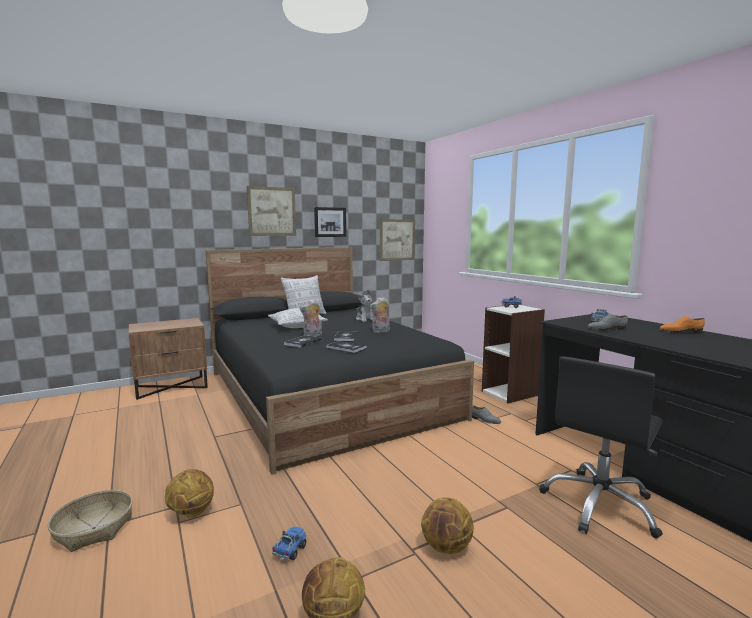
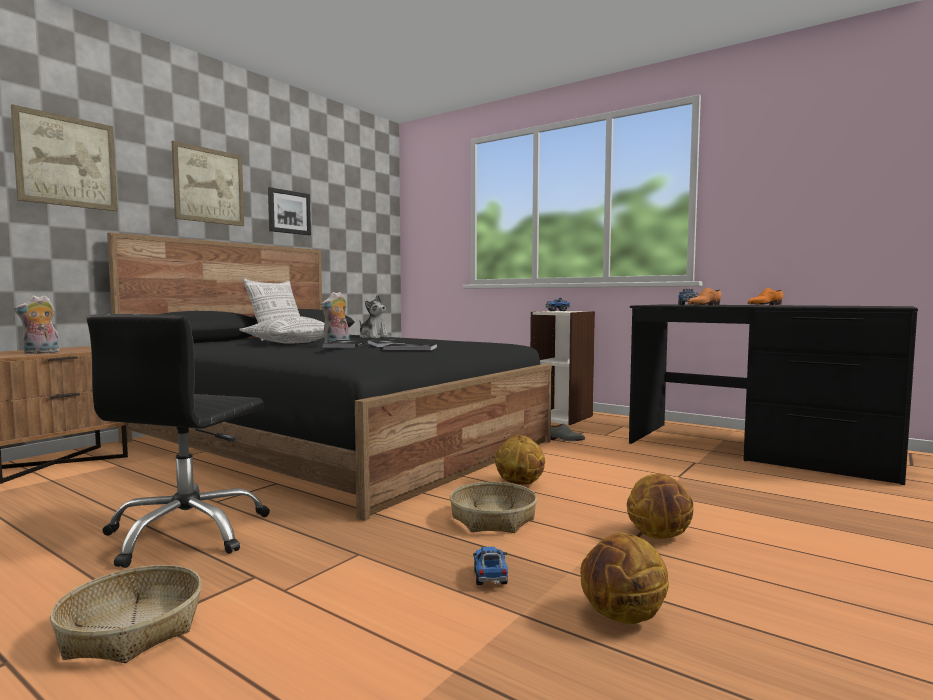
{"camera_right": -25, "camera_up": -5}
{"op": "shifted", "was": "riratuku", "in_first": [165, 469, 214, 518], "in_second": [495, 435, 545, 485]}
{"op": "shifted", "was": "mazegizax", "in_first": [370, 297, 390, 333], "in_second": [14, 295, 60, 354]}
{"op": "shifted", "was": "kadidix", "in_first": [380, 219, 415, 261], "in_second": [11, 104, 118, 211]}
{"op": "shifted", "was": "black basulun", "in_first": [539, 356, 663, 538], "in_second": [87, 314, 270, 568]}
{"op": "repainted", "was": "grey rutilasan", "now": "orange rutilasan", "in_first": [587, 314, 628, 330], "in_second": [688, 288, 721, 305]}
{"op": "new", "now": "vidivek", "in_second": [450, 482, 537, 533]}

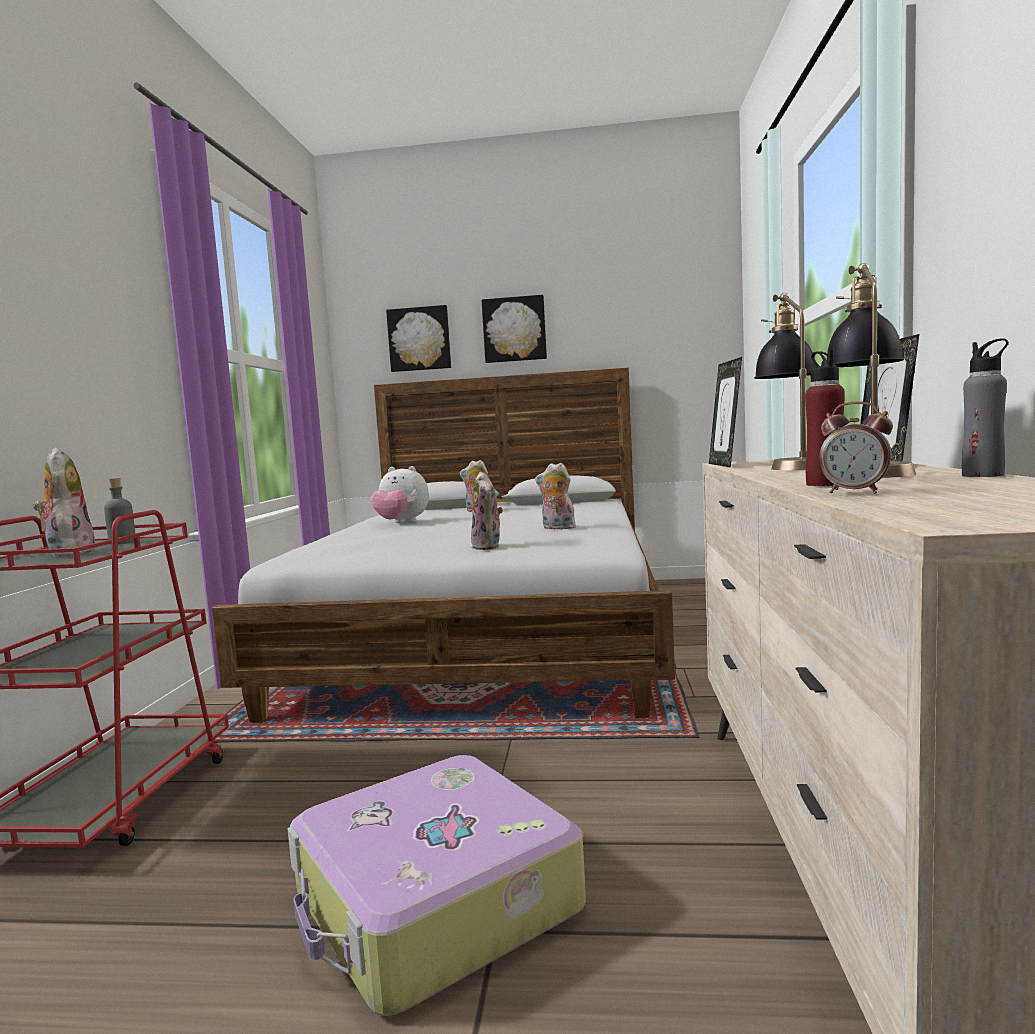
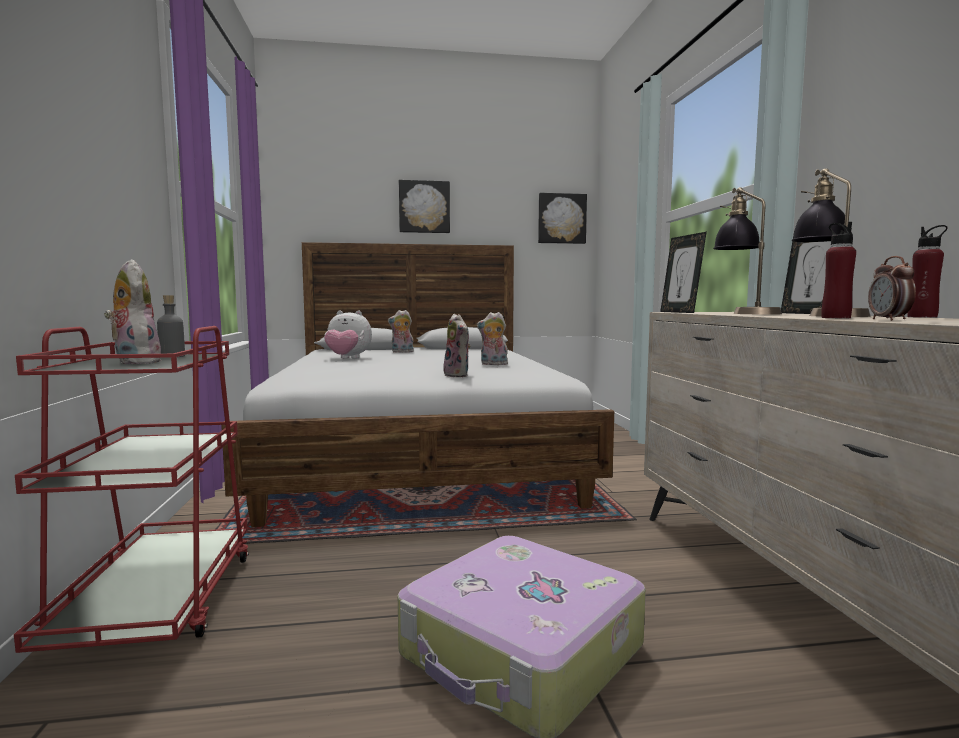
{"camera_right": -15, "camera_up": 0}
{"op": "shifted", "was": "kadidix", "in_first": [386, 305, 451, 372], "in_second": [538, 193, 587, 244]}
{"op": "rotated", "was": "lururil", "in_first": [819, 401, 893, 494], "in_second": [868, 256, 916, 321], "clockwise": 75}
{"op": "repainted", "was": "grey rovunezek", "now": "red rovunezek", "in_first": [962, 338, 1009, 477], "in_second": [907, 225, 948, 318]}

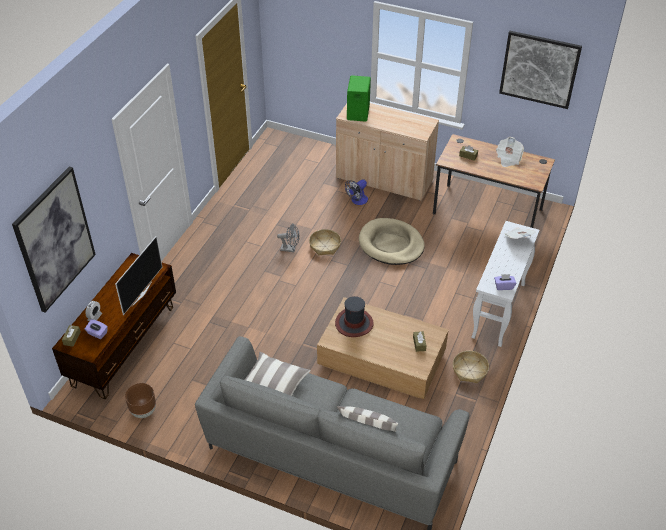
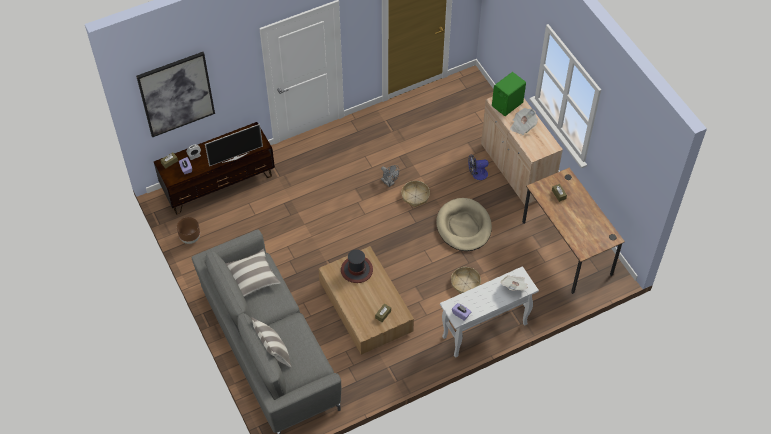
{"camera_right": 40, "camera_up": 10}
{"op": "shifted", "was": "vidivek", "in_first": [453, 351, 489, 383], "in_second": [451, 267, 481, 294]}
{"op": "shifted", "was": "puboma", "in_first": [496, 137, 524, 167], "in_second": [510, 108, 538, 135]}
{"op": "gone", "was": "kadidix", "in_first": [499, 31, 582, 109]}

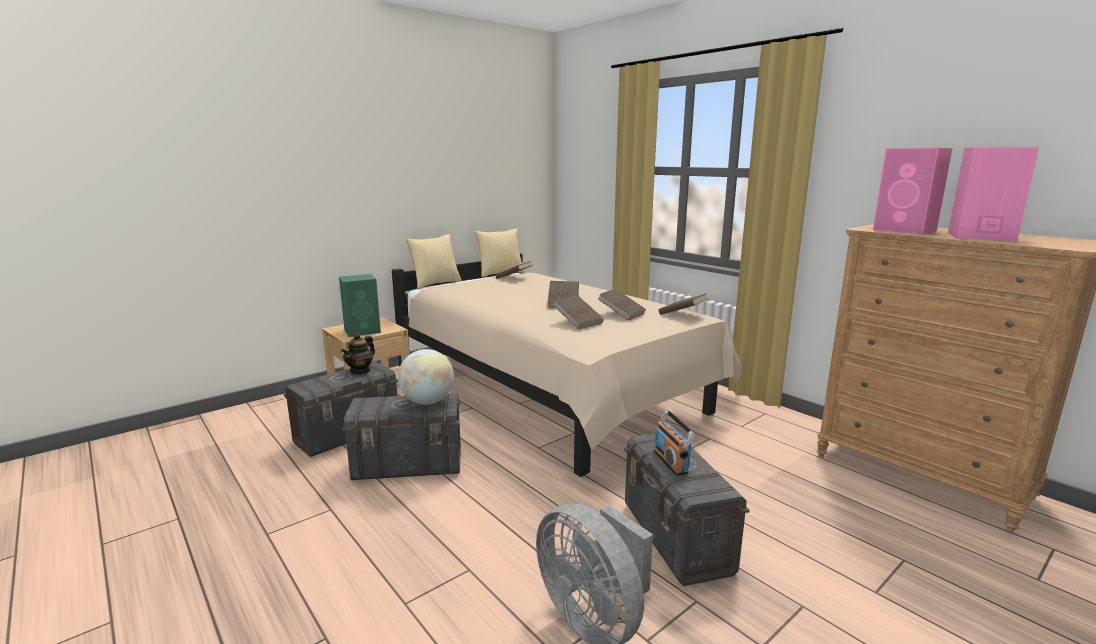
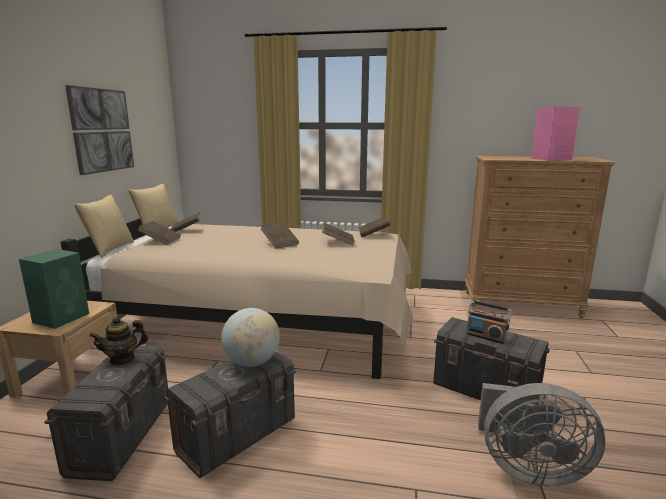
{"camera_right": -40, "camera_up": 0}
{"op": "rotated", "was": "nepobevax", "in_first": [341, 333, 375, 374], "in_second": [89, 316, 148, 366], "clockwise": 75}
{"op": "shifted", "was": "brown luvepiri", "in_first": [553, 295, 604, 329], "in_second": [137, 221, 181, 245]}
{"op": "gone", "was": "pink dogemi", "in_first": [873, 148, 953, 235]}
{"op": "new", "now": "kadidix", "in_second": [65, 85, 134, 175]}

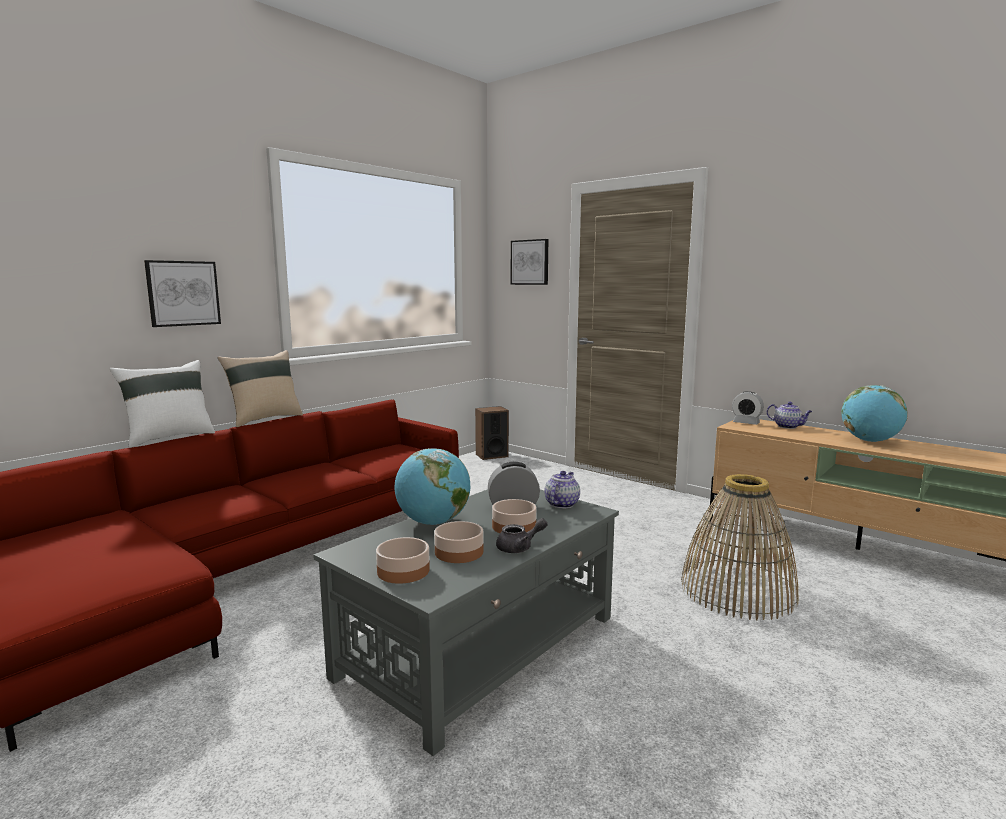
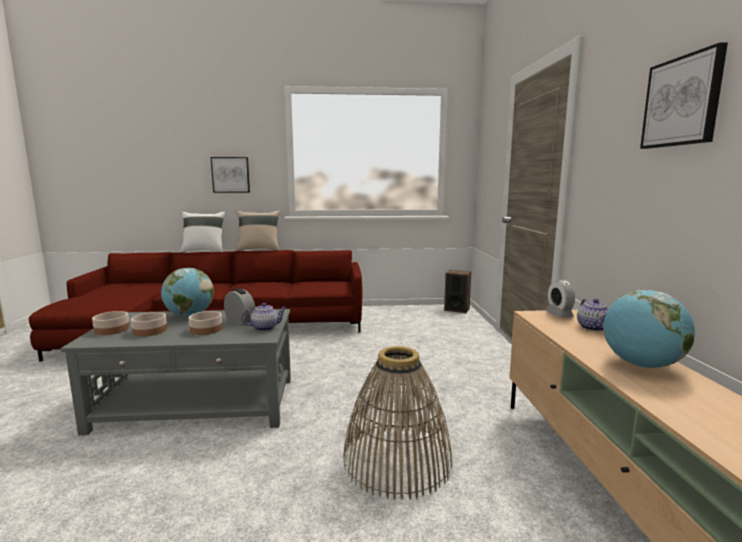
{"camera_right": 45, "camera_up": 0}
{"op": "gone", "was": "grey nepobevax", "in_first": [496, 518, 548, 553]}
{"op": "shifted", "was": "kadidix", "in_first": [511, 239, 548, 285], "in_second": [640, 42, 728, 149]}

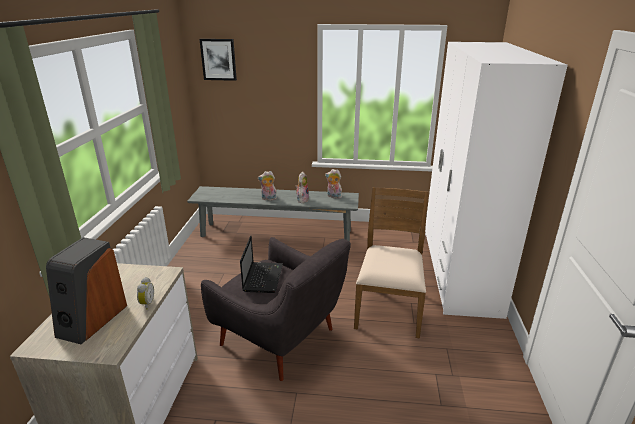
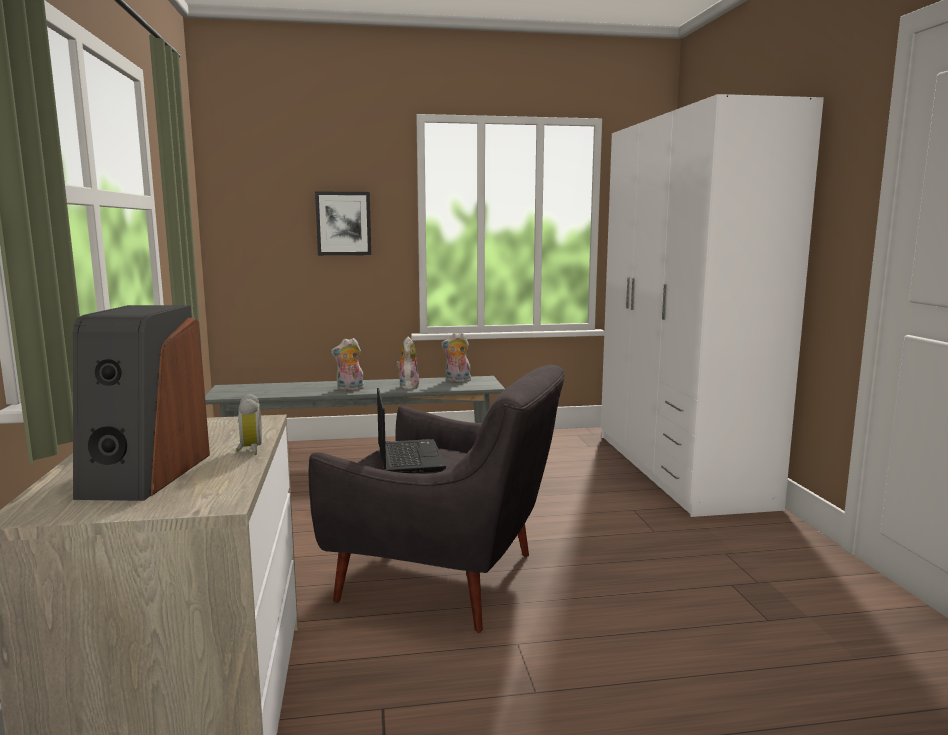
{"camera_right": -15, "camera_up": -15}
{"op": "shifted", "was": "kadidix", "in_first": [199, 39, 237, 81], "in_second": [315, 191, 371, 255]}
{"op": "gone", "was": "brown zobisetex", "in_first": [354, 187, 428, 338]}

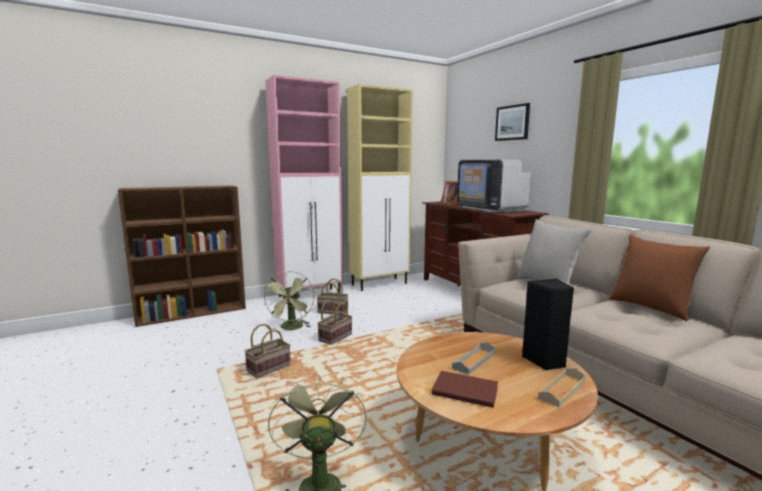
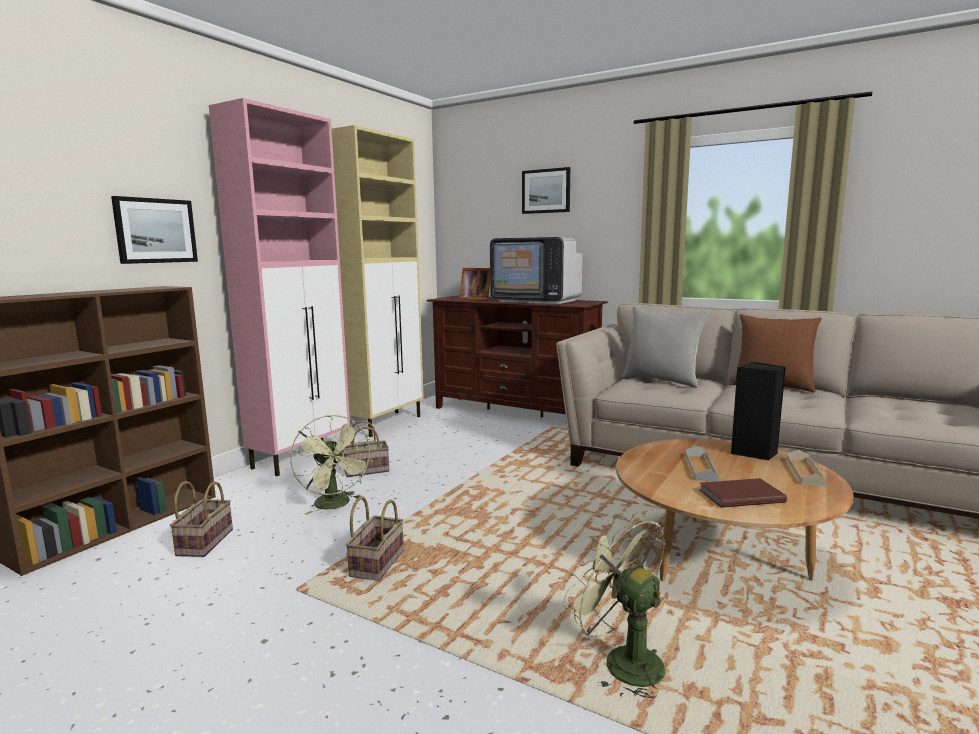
{"camera_right": -30, "camera_up": 0}
{"op": "shifted", "was": "vidivek", "in_first": [317, 300, 352, 345], "in_second": [170, 481, 233, 557]}
{"op": "new", "now": "kadidix", "in_second": [111, 196, 198, 264]}

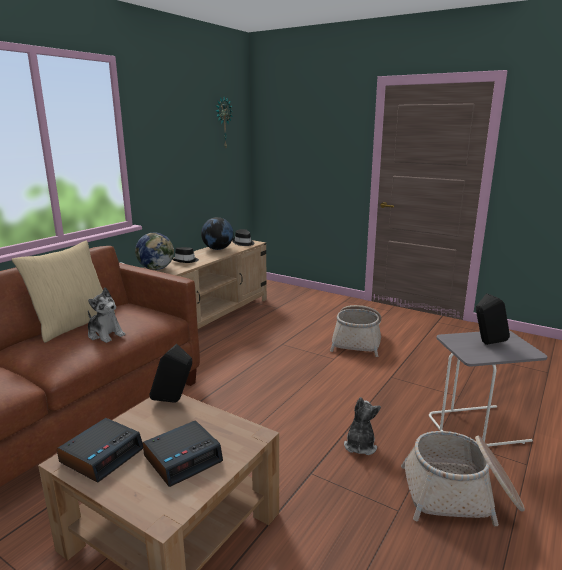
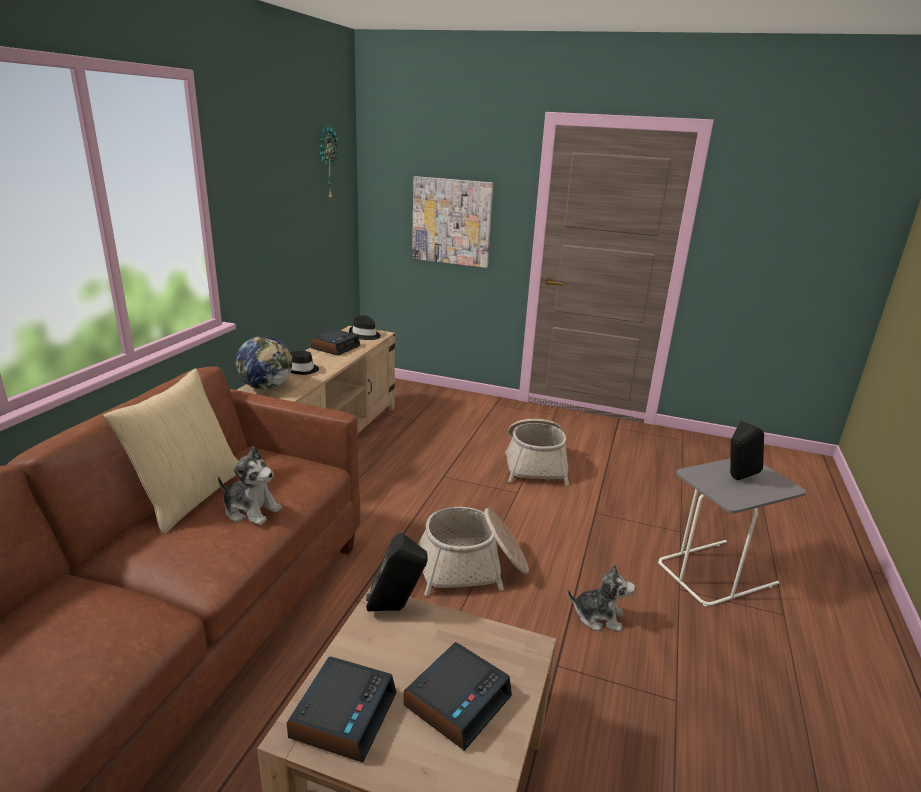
{"camera_right": -15, "camera_up": 5}
{"op": "swapped", "was": "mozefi", "now": "lururil", "in_first": [201, 217, 234, 250], "in_second": [310, 329, 360, 356]}
{"op": "rotated", "was": "mazegizax", "in_first": [344, 397, 381, 455], "in_second": [567, 564, 636, 632], "clockwise": 105}
{"op": "shifted", "was": "vidivek", "in_first": [401, 431, 525, 526], "in_second": [418, 507, 529, 596]}
{"op": "new", "now": "kadidix", "in_second": [412, 176, 493, 268]}

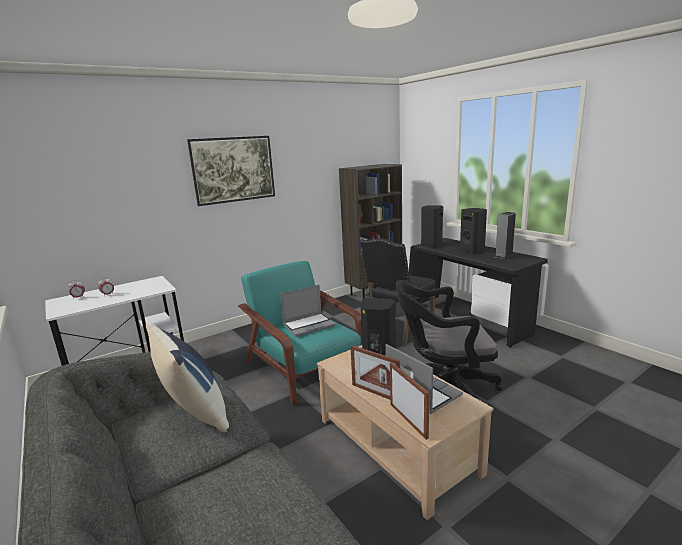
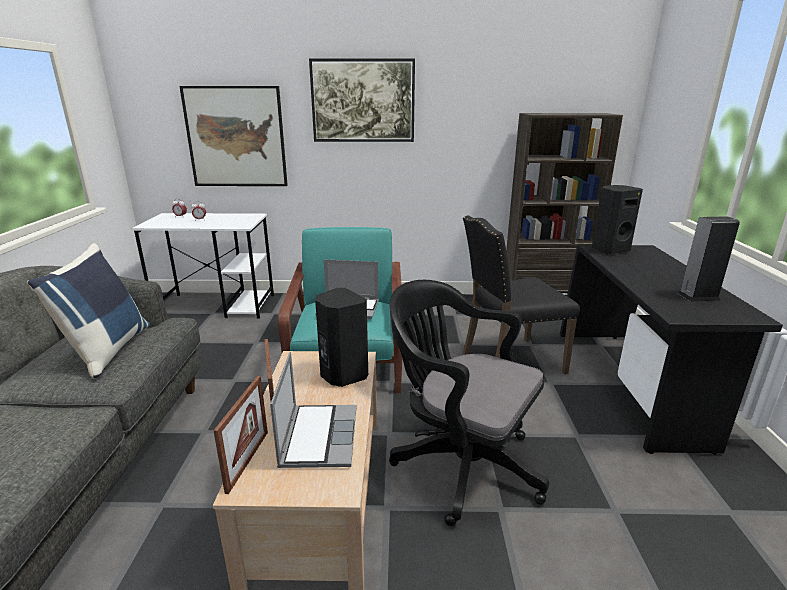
{"camera_right": 35, "camera_up": 5}
{"op": "gone", "was": "black dogemi", "in_first": [460, 208, 487, 253]}
{"op": "new", "now": "kadidix", "in_second": [179, 86, 288, 186]}

